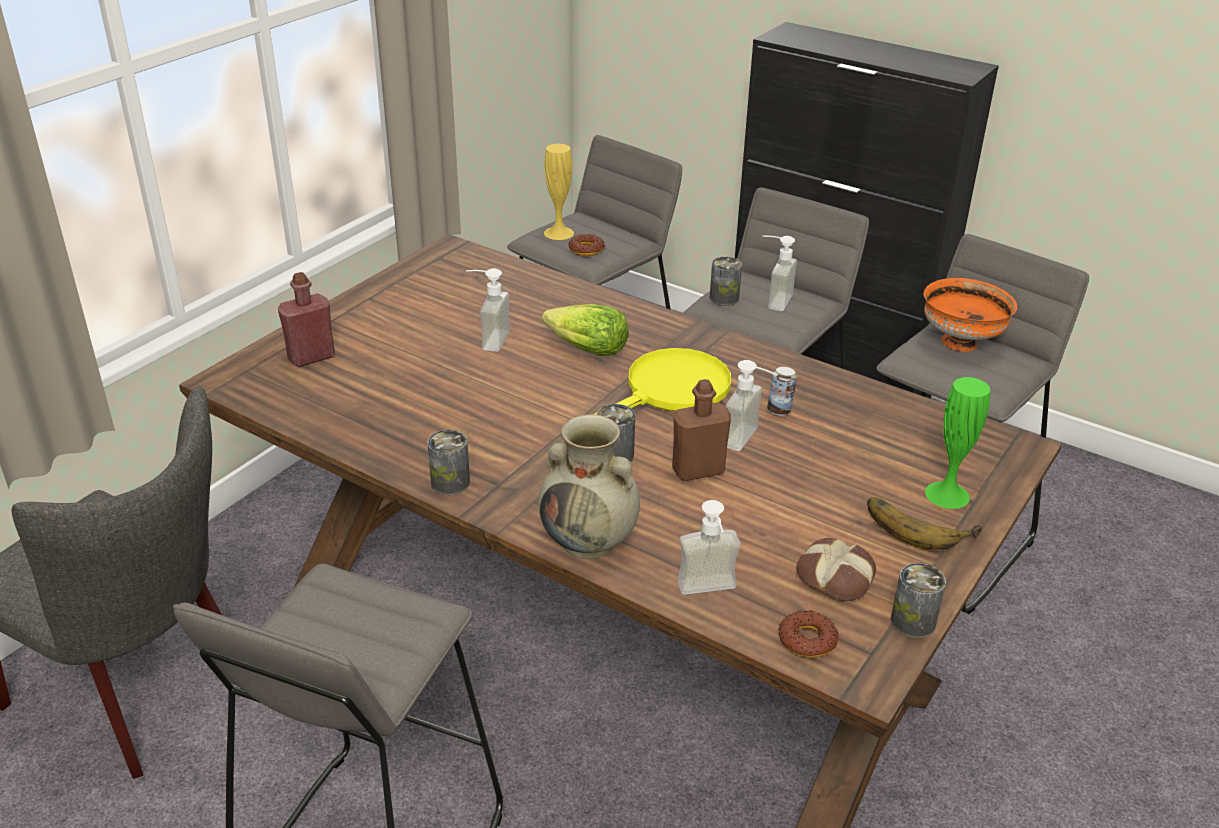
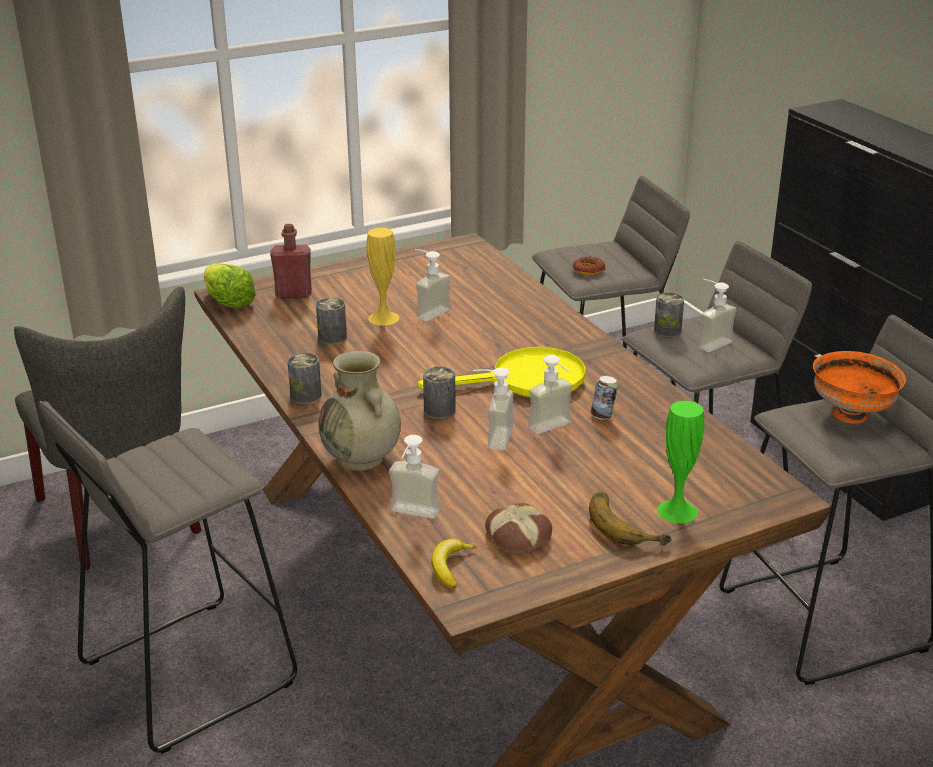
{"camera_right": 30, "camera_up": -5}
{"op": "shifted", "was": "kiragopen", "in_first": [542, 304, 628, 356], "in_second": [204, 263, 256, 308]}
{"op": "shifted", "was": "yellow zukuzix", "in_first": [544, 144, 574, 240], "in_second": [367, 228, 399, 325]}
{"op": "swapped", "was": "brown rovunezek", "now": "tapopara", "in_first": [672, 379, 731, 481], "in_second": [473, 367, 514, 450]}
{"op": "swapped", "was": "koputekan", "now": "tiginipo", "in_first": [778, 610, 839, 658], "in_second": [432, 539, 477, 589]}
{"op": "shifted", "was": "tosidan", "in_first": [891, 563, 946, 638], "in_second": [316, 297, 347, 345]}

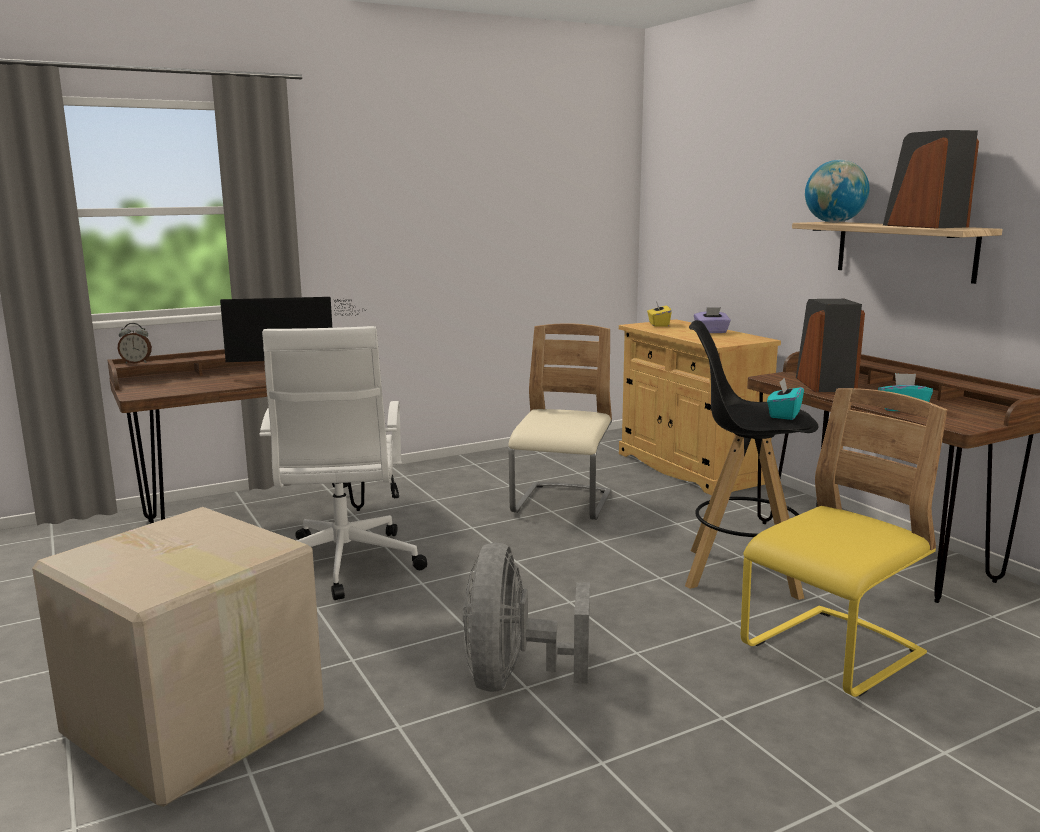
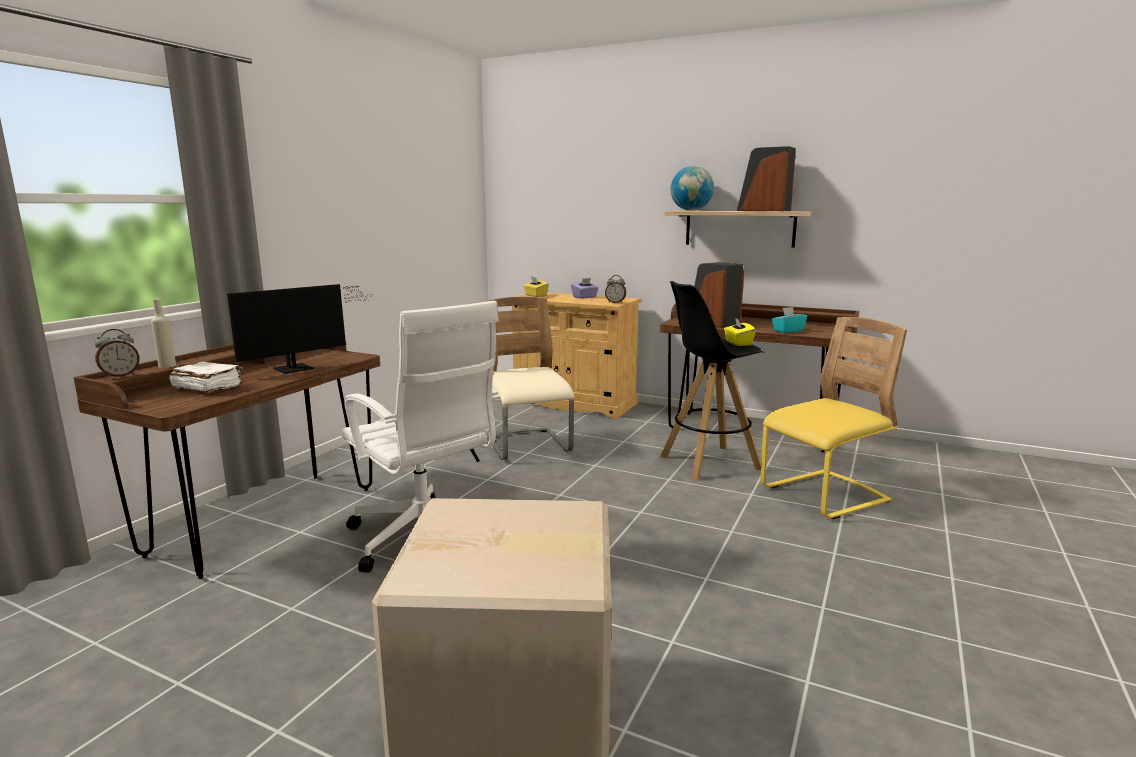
{"camera_right": -35, "camera_up": 0}
{"op": "gone", "was": "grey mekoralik", "in_first": [463, 543, 590, 692]}
{"op": "rotated", "was": "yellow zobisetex", "in_first": [741, 388, 947, 697], "in_second": [760, 317, 907, 519], "clockwise": 45}
{"op": "repainted", "was": "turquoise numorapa", "now": "yellow numorapa", "in_first": [767, 378, 804, 420], "in_second": [724, 318, 756, 346]}
{"op": "new", "now": "beige rovunezek", "in_second": [151, 299, 176, 368]}
{"op": "new", "now": "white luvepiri", "in_second": [169, 361, 243, 393]}
{"op": "new", "now": "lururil", "in_second": [605, 275, 626, 303]}

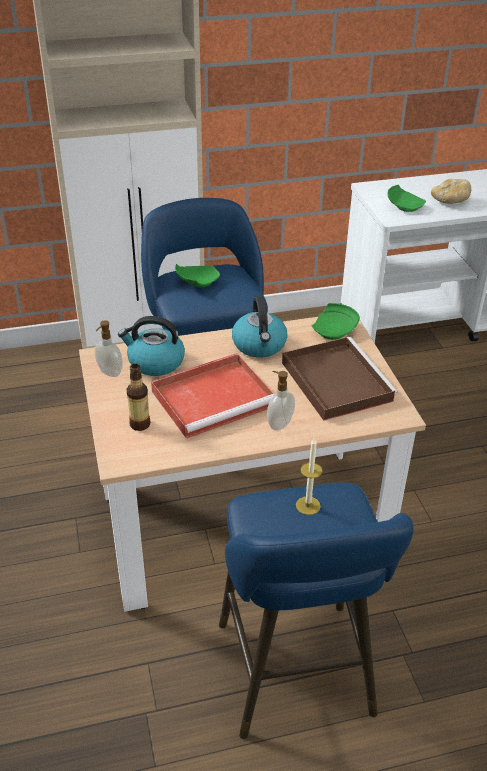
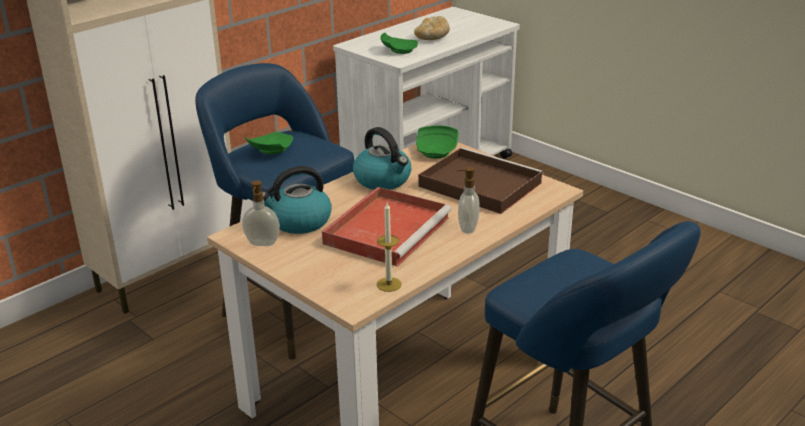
{"camera_right": -30, "camera_up": -10}
{"op": "gone", "was": "rovunezek", "in_first": [127, 364, 151, 431]}
{"op": "shifted", "was": "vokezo", "in_first": [296, 438, 322, 515], "in_second": [377, 203, 402, 292]}

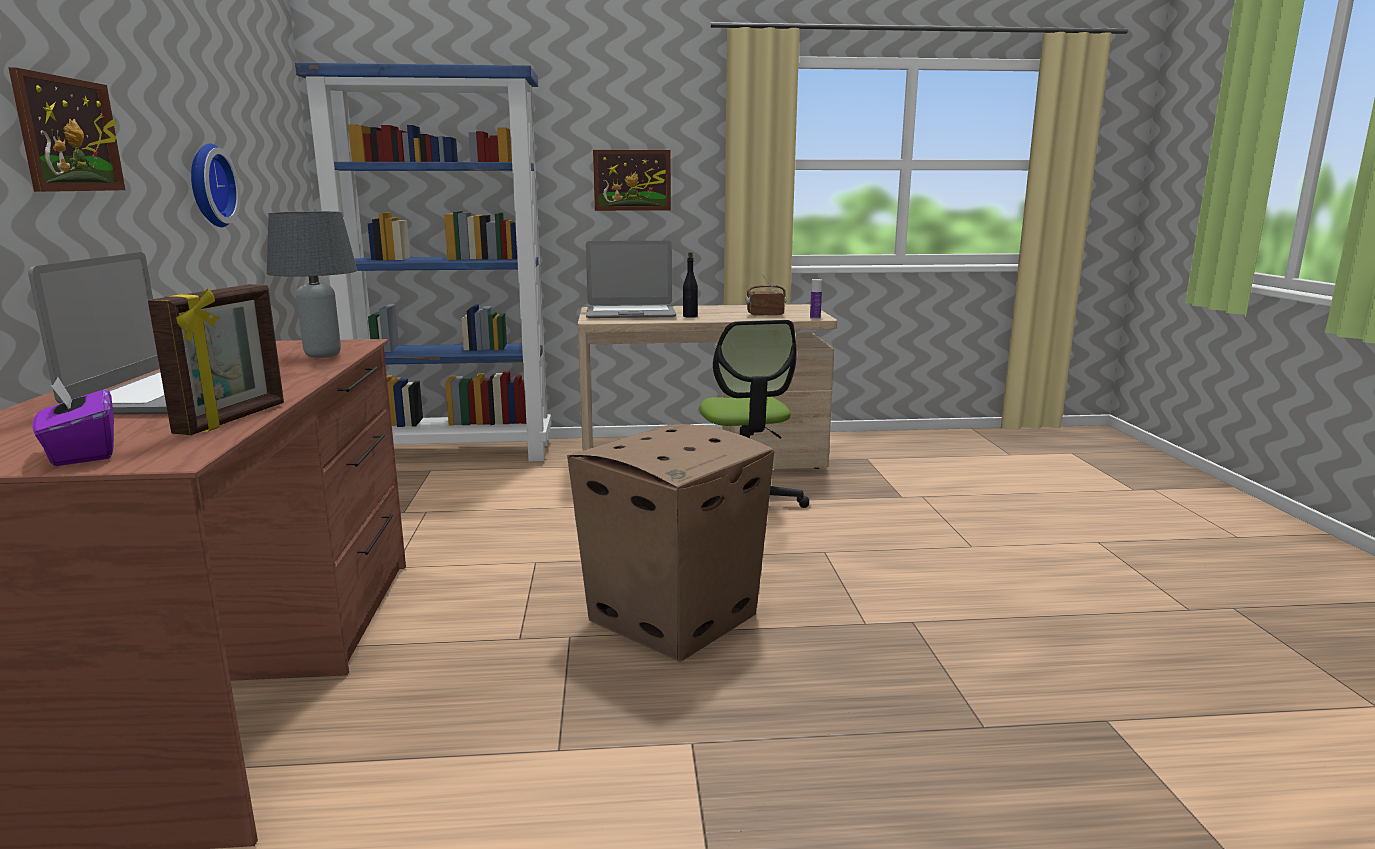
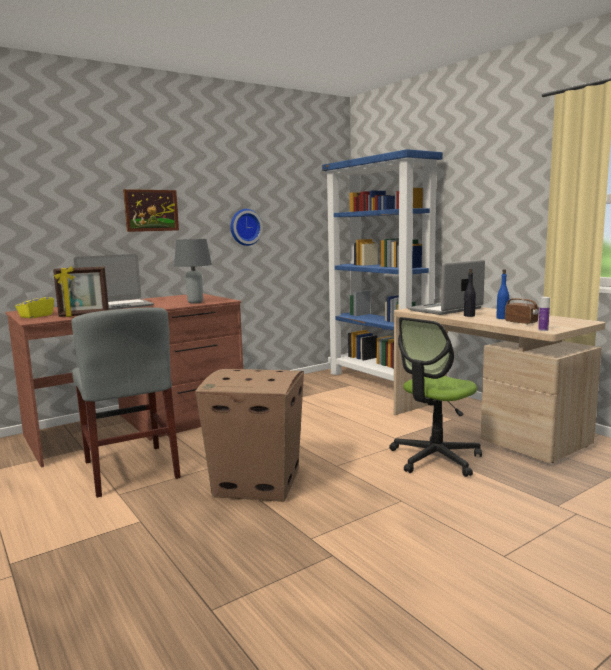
{"camera_right": 60, "camera_up": -5}
{"op": "repainted", "was": "purple numorapa", "now": "yellow numorapa", "in_first": [32, 377, 114, 466], "in_second": [15, 291, 54, 318]}
{"op": "rotated", "was": "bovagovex", "in_first": [586, 241, 676, 318], "in_second": [407, 260, 485, 315], "clockwise": 90}
{"op": "gone", "was": "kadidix", "in_first": [593, 150, 671, 211]}
{"op": "new", "now": "grey zobisetex", "in_second": [71, 307, 181, 498]}
{"op": "new", "now": "blue rovunezek", "in_second": [496, 269, 509, 319]}

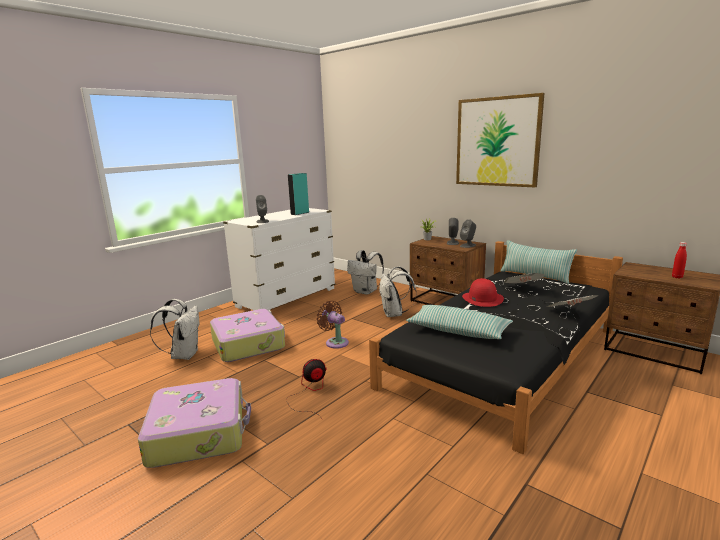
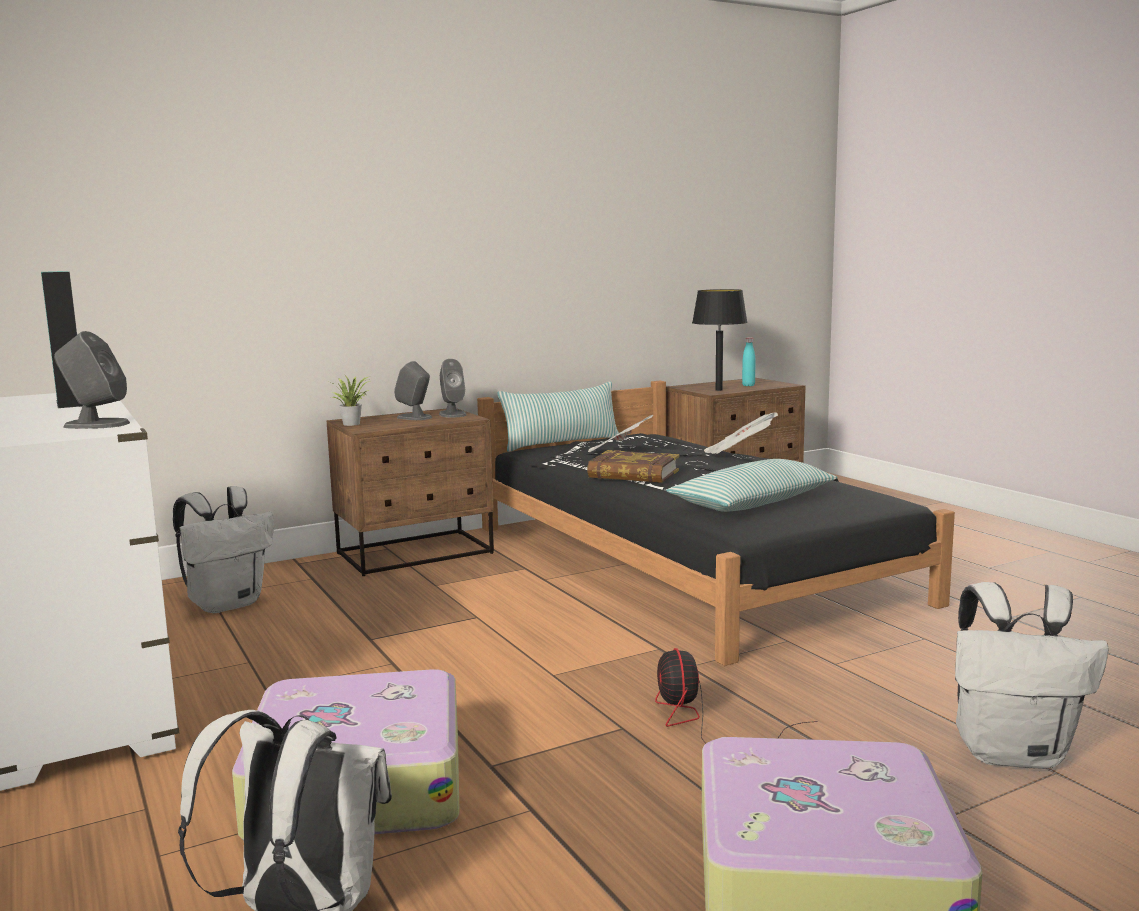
{"camera_right": -70, "camera_up": -5}
{"op": "gone", "was": "brown mekoralik", "in_first": [316, 301, 349, 349]}
{"op": "shifted", "was": "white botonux", "in_first": [379, 266, 416, 317], "in_second": [955, 582, 1109, 769]}
{"op": "gone", "was": "kadidix", "in_first": [456, 93, 544, 187]}
{"op": "swapped", "was": "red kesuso", "now": "luvepiri", "in_first": [462, 278, 504, 307], "in_second": [587, 450, 680, 483]}
{"op": "repainted", "was": "red rovunezek", "now": "turquoise rovunezek", "in_first": [672, 242, 687, 279], "in_second": [742, 337, 755, 386]}
{"op": "new", "now": "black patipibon", "in_second": [692, 289, 748, 391]}

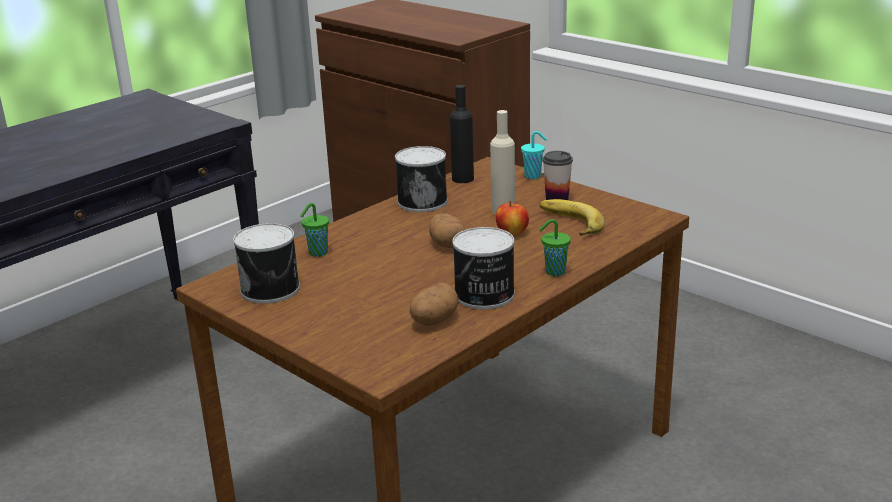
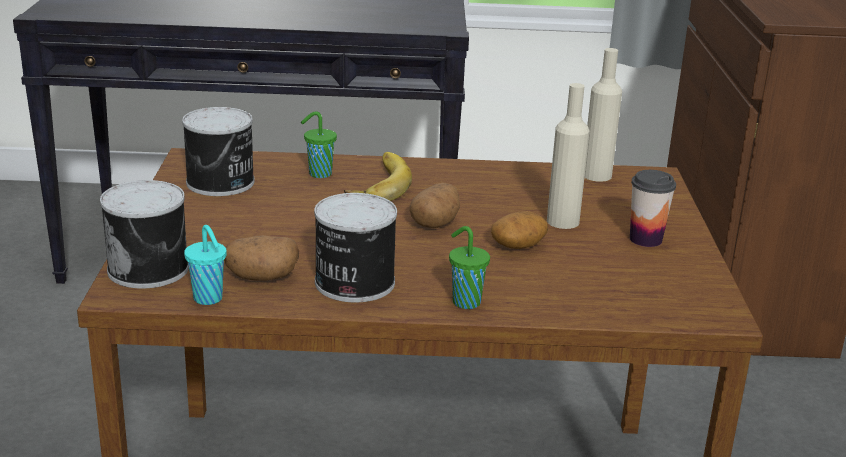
{"camera_right": 45, "camera_up": 0}
{"op": "shifted", "was": "tosidan", "in_first": [395, 146, 448, 212], "in_second": [100, 180, 189, 289]}
{"op": "repainted", "was": "black rovunezek", "now": "beige rovunezek", "in_first": [450, 85, 474, 183], "in_second": [584, 48, 622, 182]}
{"op": "swapped", "was": "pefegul", "now": "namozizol", "in_first": [496, 200, 529, 236], "in_second": [491, 211, 548, 249]}
{"op": "shifted", "was": "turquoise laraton", "in_first": [521, 131, 547, 179], "in_second": [184, 225, 227, 305]}
{"op": "shifted", "was": "tiginipo", "in_first": [540, 199, 605, 236], "in_second": [344, 152, 412, 201]}

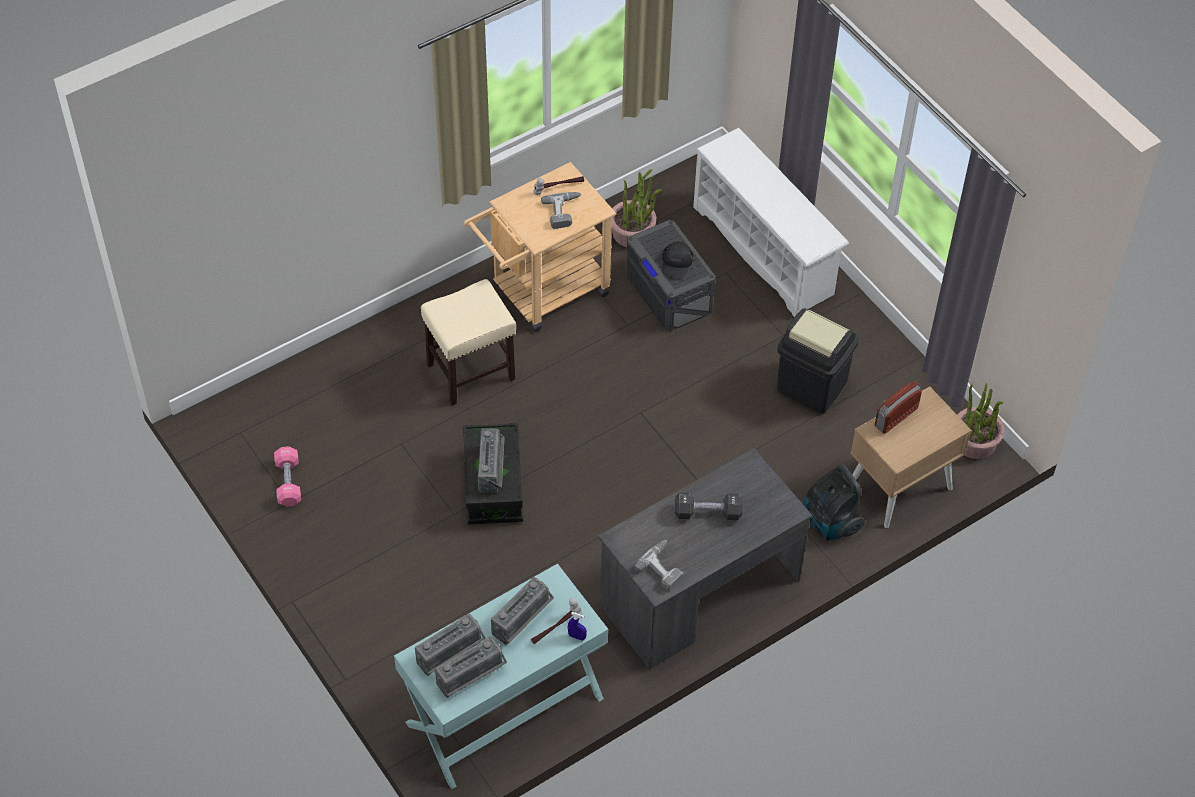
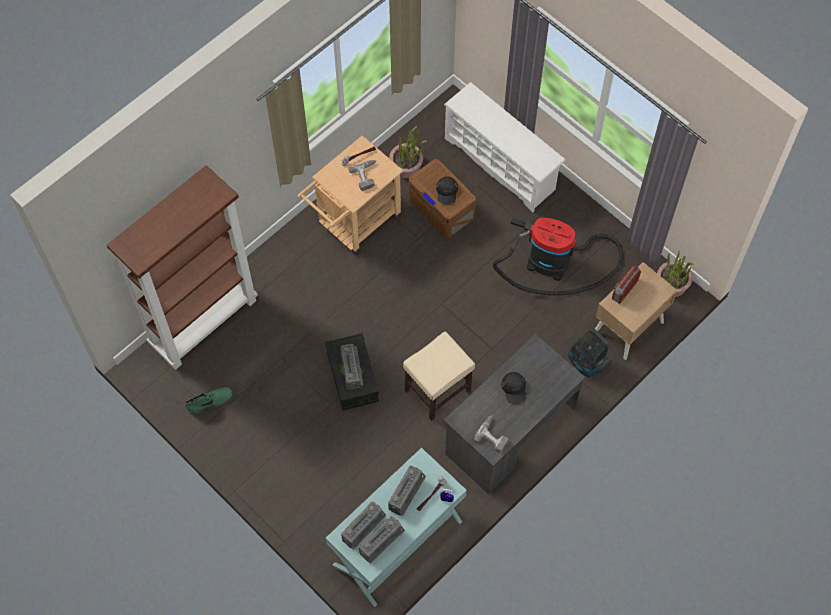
{"camera_right": -10, "camera_up": 10}
{"op": "swapped", "was": "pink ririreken", "now": "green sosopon", "in_first": [274, 446, 301, 507], "in_second": [185, 387, 232, 414]}
{"op": "shifted", "was": "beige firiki", "in_first": [421, 279, 516, 405], "in_second": [403, 332, 475, 421]}
{"op": "repainted", "was": "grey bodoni", "now": "brown bodoni", "in_first": [626, 220, 715, 331], "in_second": [409, 159, 476, 238]}
{"op": "swapped", "was": "black ririreken", "now": "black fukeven", "in_first": [675, 492, 743, 520], "in_second": [502, 372, 526, 404]}
{"op": "swapped", "was": "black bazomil", "now": "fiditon", "in_first": [777, 308, 859, 414], "in_second": [493, 217, 624, 296]}
{"op": "new", "now": "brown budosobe", "in_second": [107, 165, 258, 370]}

